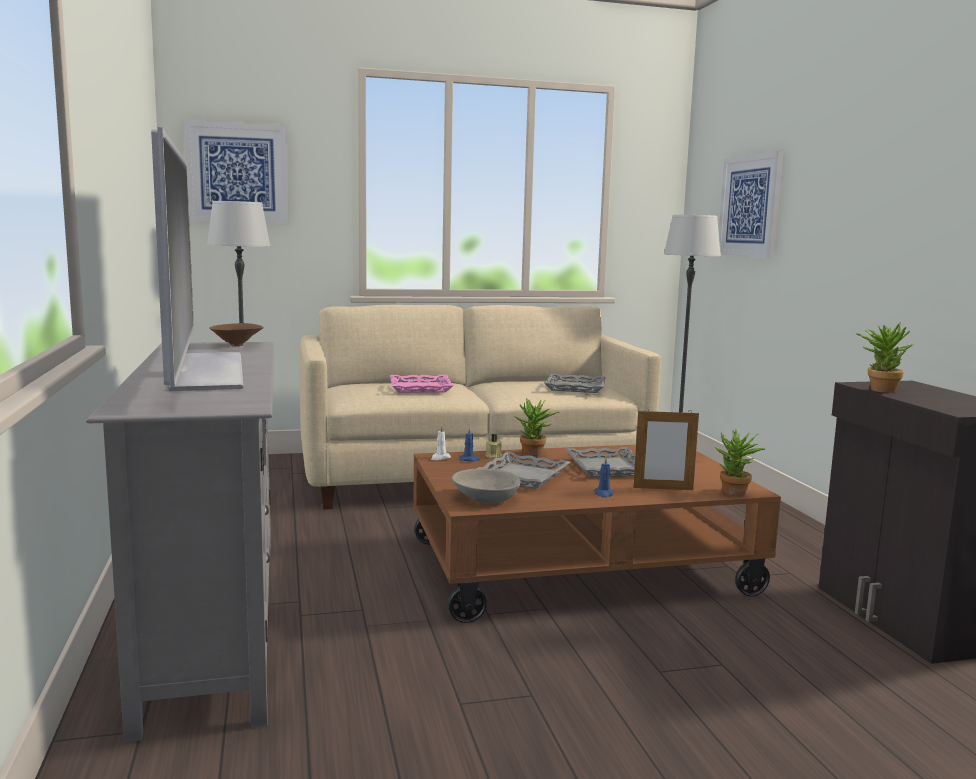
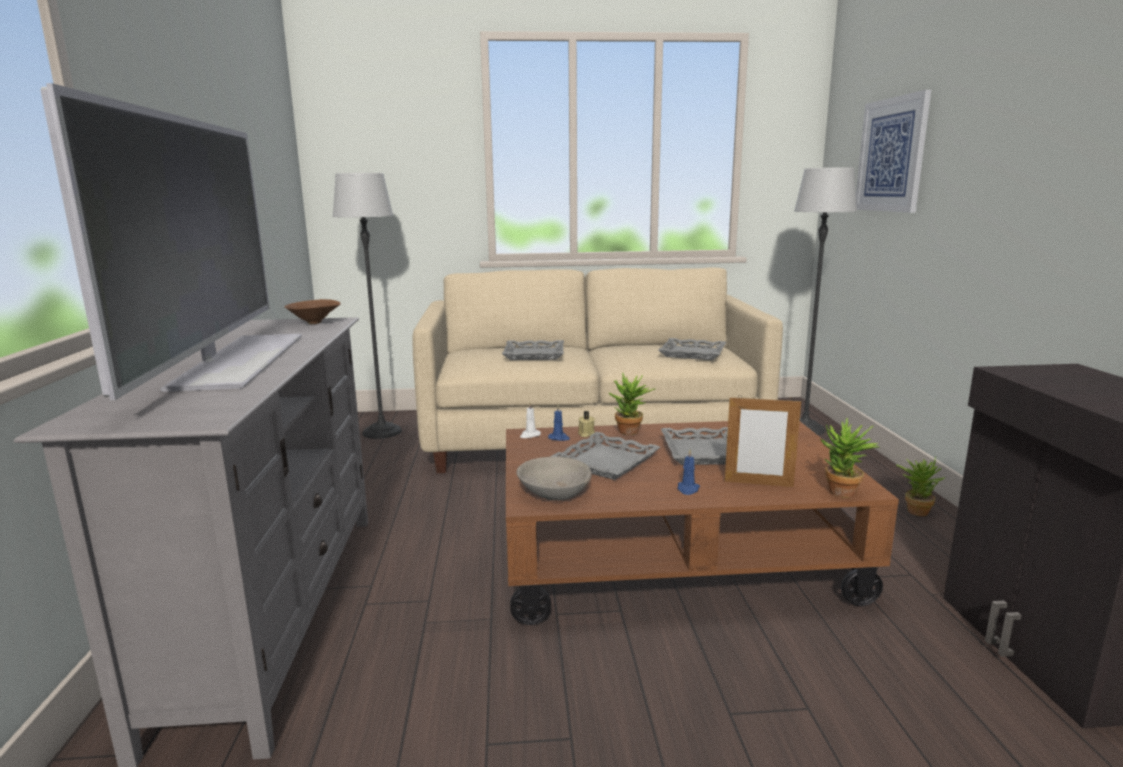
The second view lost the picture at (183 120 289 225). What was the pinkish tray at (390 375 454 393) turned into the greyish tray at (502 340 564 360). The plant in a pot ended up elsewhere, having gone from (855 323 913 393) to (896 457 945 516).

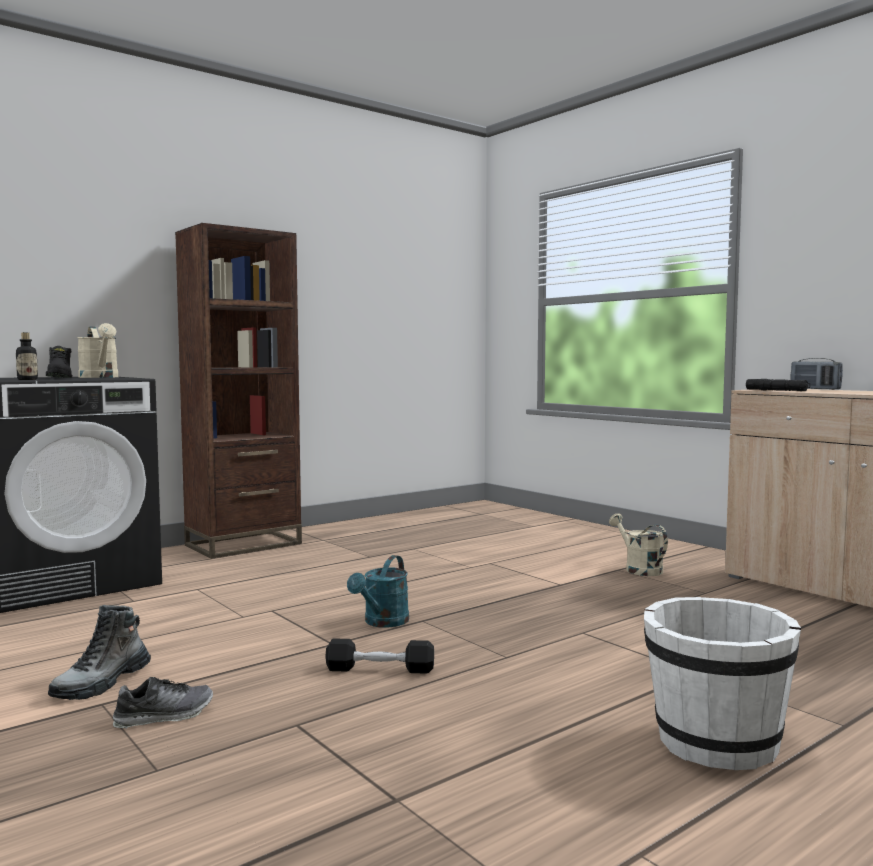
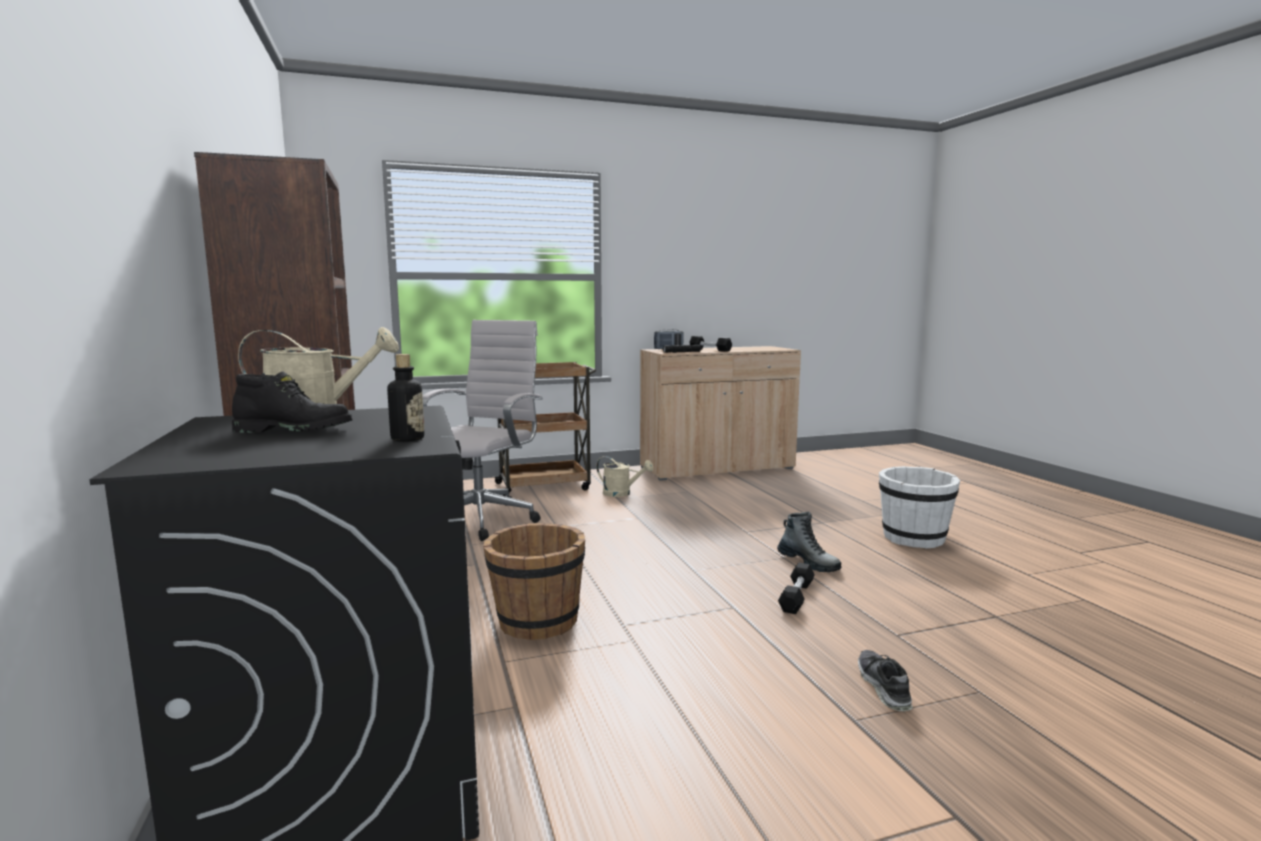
The high-top boot ended up elsewhere, having gone from (48 605 151 700) to (777 512 842 572). The second view lost the turquoise-coloured sprinkling can at (347 555 409 627). The sand-coloured sprinkling can at (609 513 668 576) ended up facing another way, 150 degrees counterclockwise from before. The second view gained the white-coloured desk chair at (423 320 543 541). The second view gained the brownish pail at (483 523 585 640). The second view gained the brownish wheeled cart at (492 362 597 496). The second view gained the black hand weight at (689 336 732 352).

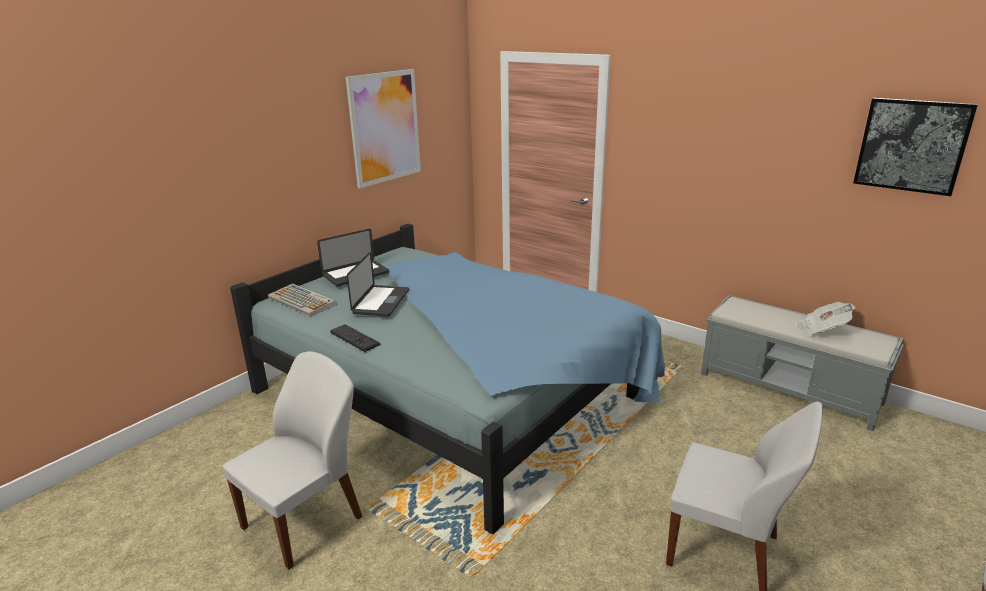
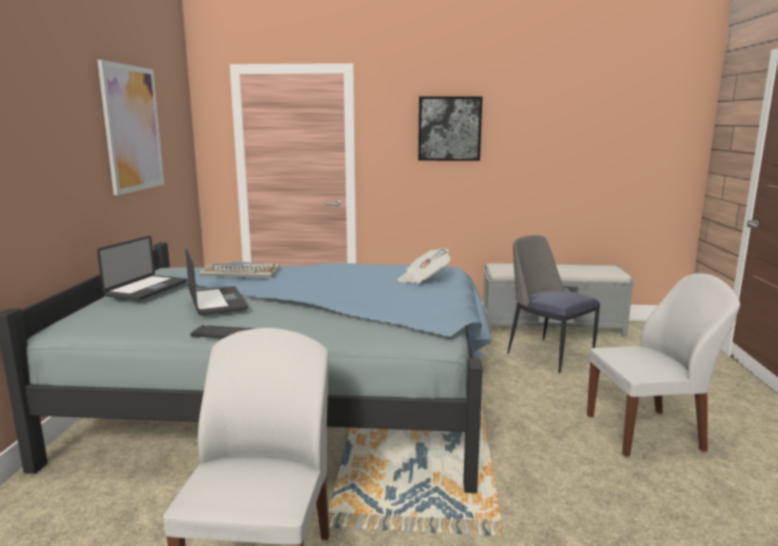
The keyboard ended up elsewhere, having gone from (268 283 337 316) to (199 263 280 277). The printed paper ended up elsewhere, having gone from (794 302 856 335) to (398 248 451 284). The picture ended up elsewhere, having gone from (853 98 978 196) to (418 96 483 161). The second view gained the upright chair at (507 235 600 373).

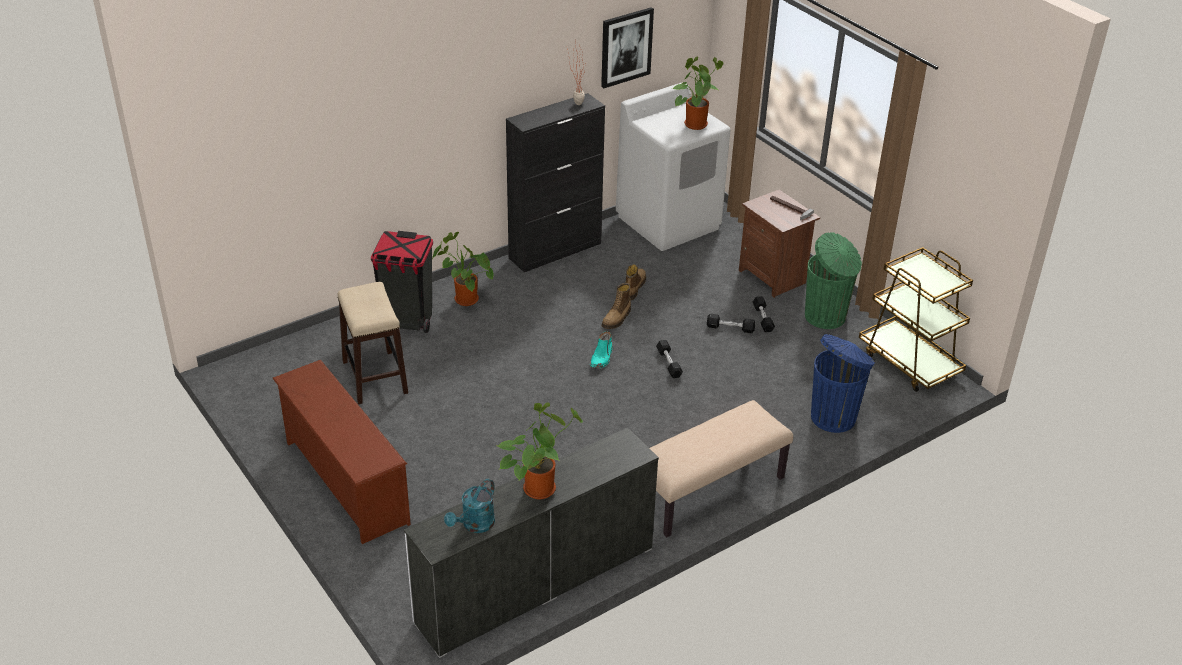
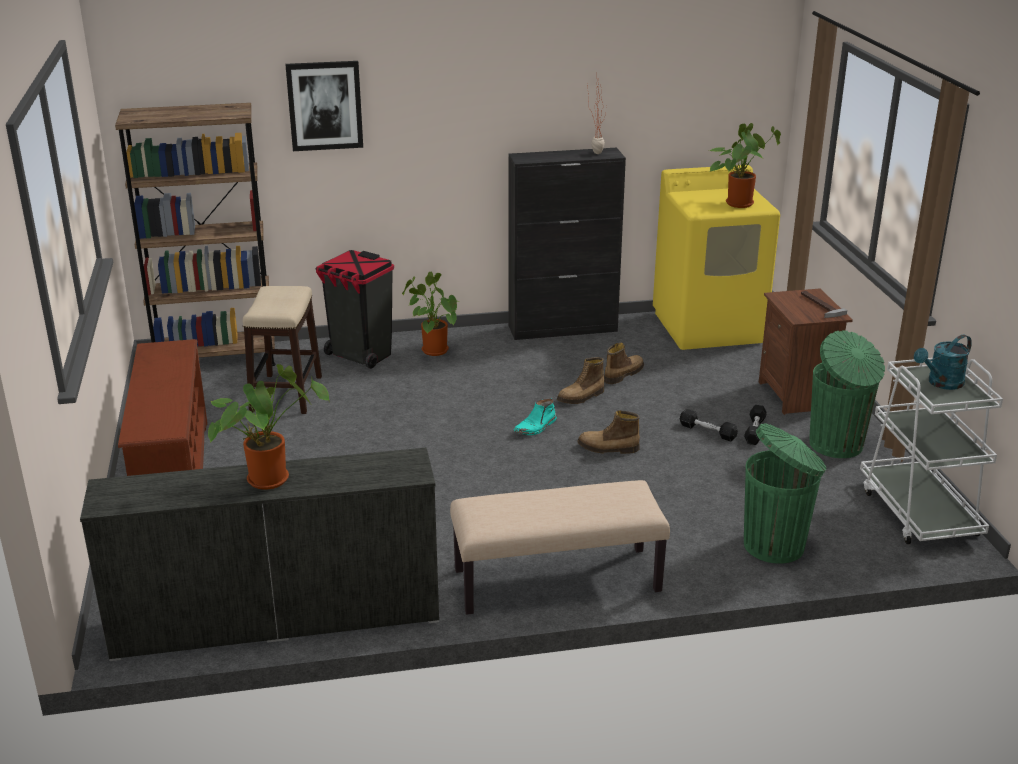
The turquoise-coloured sprinkling can ended up elsewhere, having gone from (444 479 495 533) to (914 335 972 390). The picture ended up elsewhere, having gone from (601 7 654 88) to (285 61 363 151). What was the white-coloured laundry machine at (616 82 731 251) turned into the yellow laundry machine at (653 165 780 350). Where the black hand weight stood at (656 340 683 378), the high-top boot came to stand at (577 410 640 454). What was the blue waste bin at (811 334 875 433) turned into the green-coloured waste bin at (744 423 826 564). What was the brownish wheeled cart at (859 247 973 392) turned into the white-coloured wheeled cart at (860 358 1003 544). The second view gained the brownish bookshelf at (115 103 276 366).

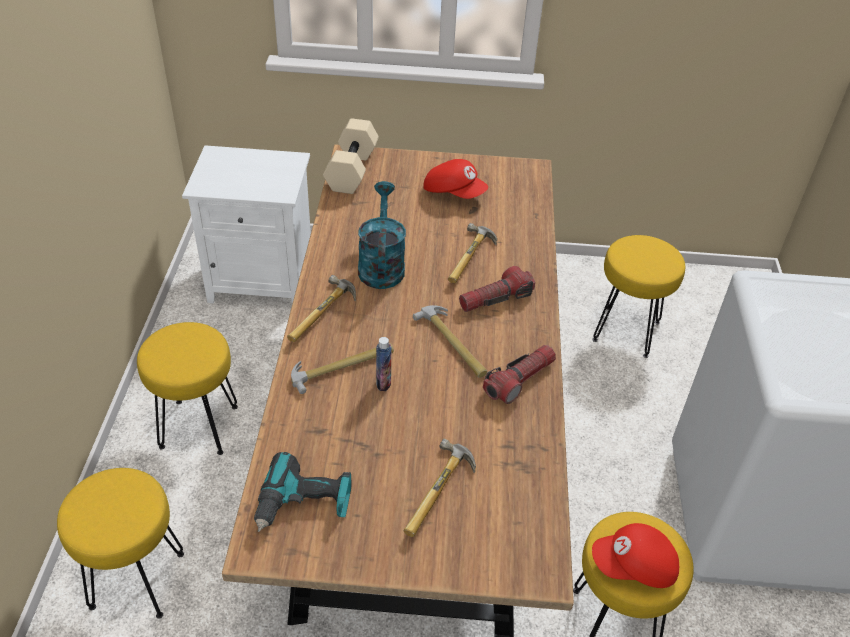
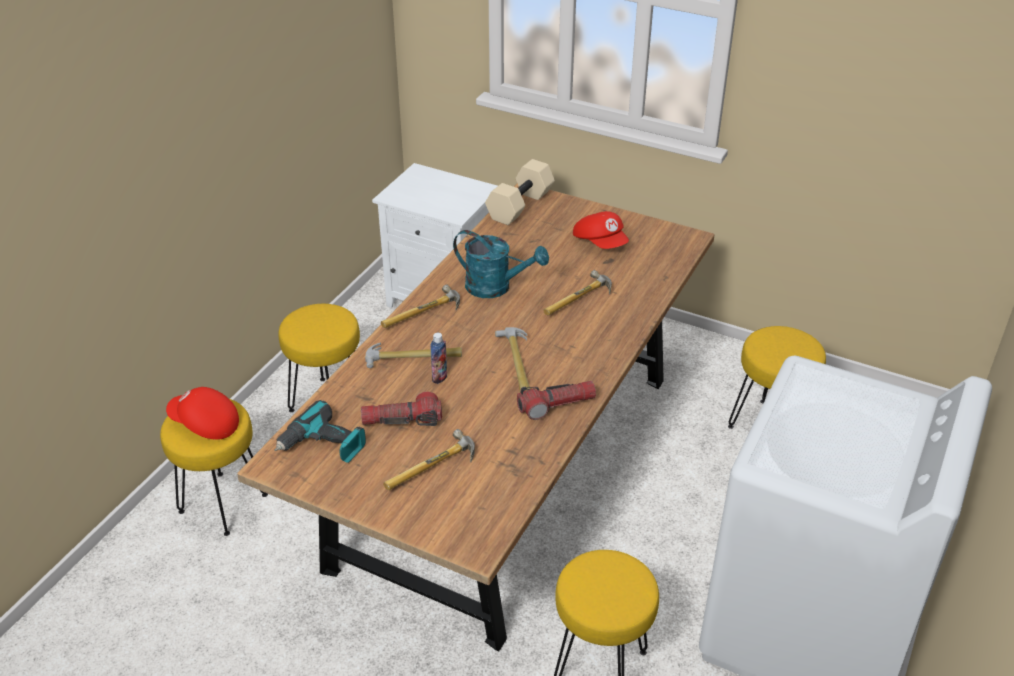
The turquoise-coloured sprinkling can at (358 181 406 289) ended up facing another way, 90 degrees clockwise from before. The torch ended up elsewhere, having gone from (459 266 535 312) to (361 392 442 426). The red baseball cap ended up elsewhere, having gone from (592 523 679 588) to (166 387 239 440).

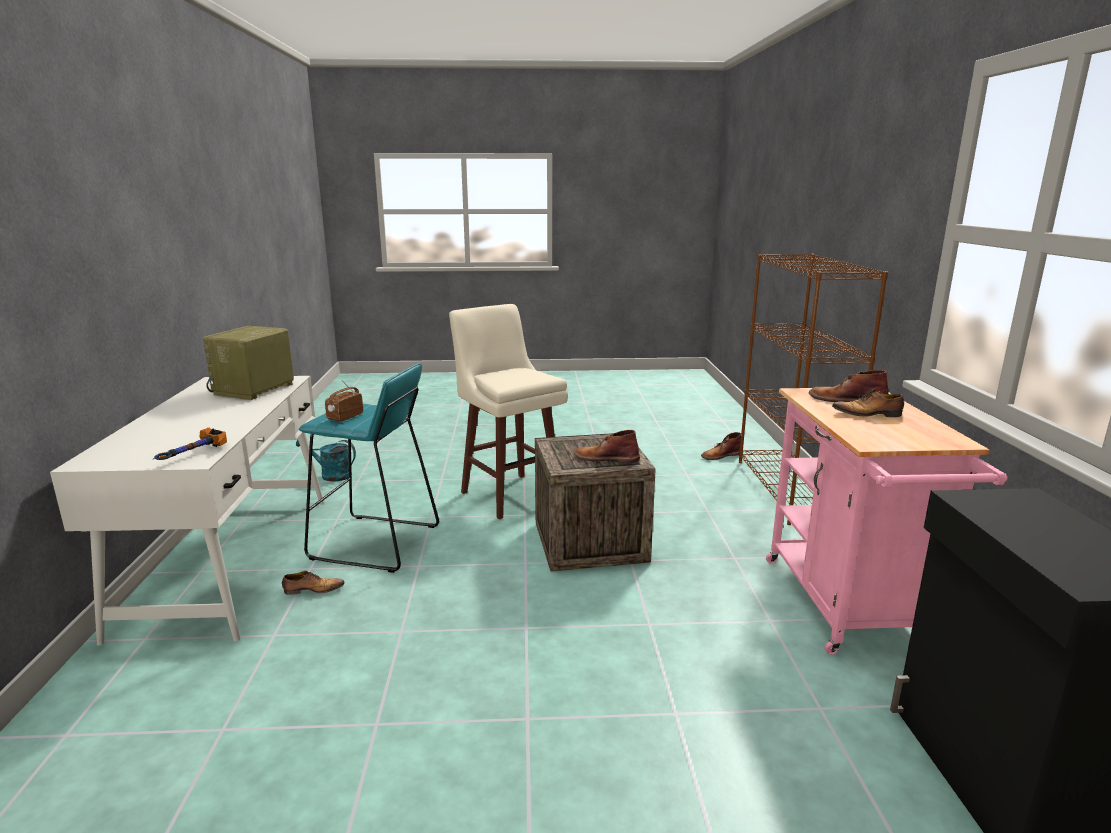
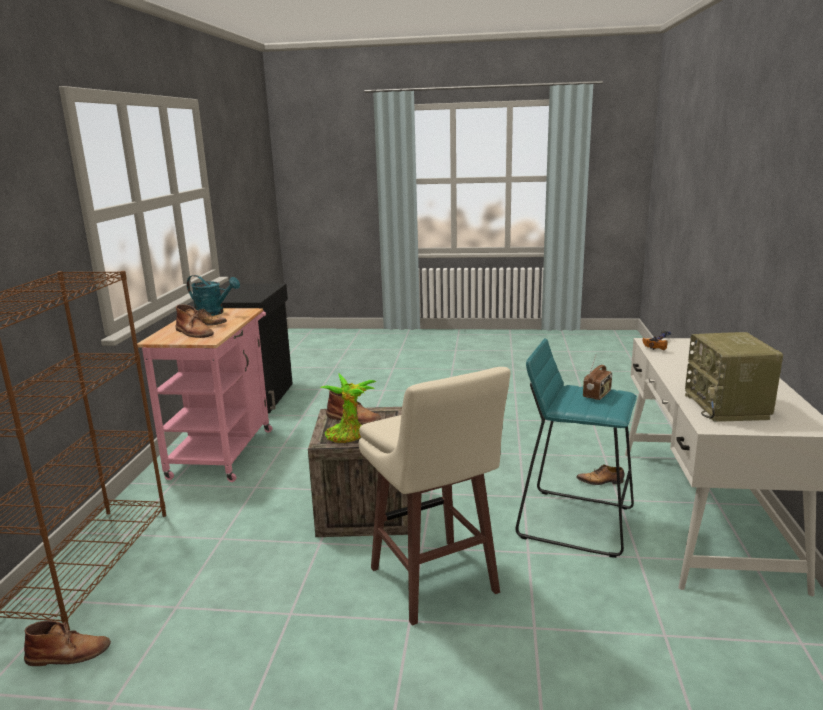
The radio at (203 326 294 400) ended up facing another way, 150 degrees clockwise from before. The turquoise-coloured sprinkling can ended up elsewhere, having gone from (296 439 356 482) to (187 275 240 316). The second view gained the plant in a pot at (320 373 377 443).

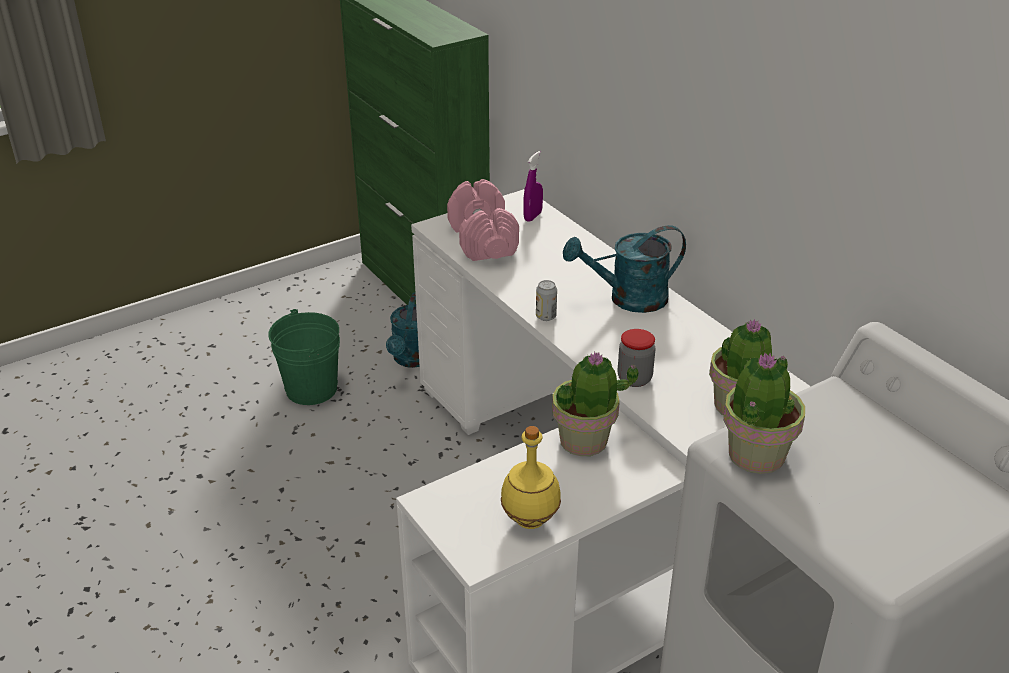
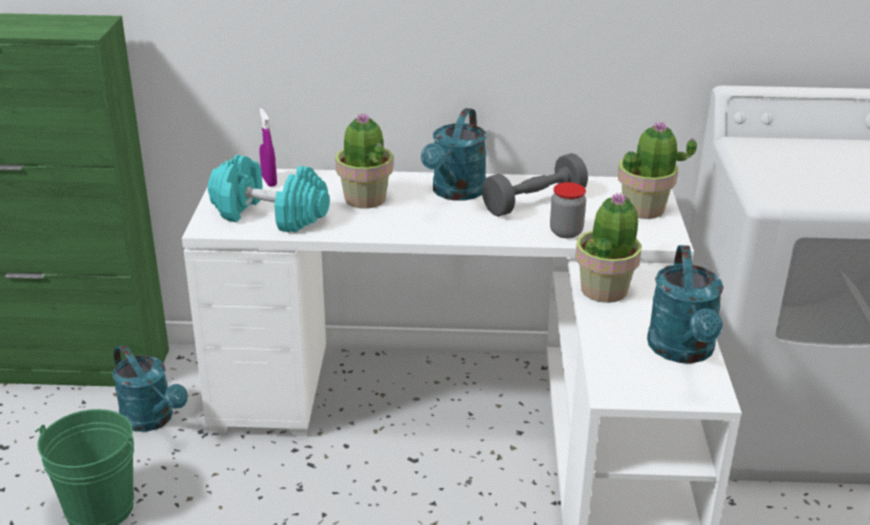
What was the pinkish hand weight at (447 179 519 261) turned into the turquoise-coloured hand weight at (208 155 330 233). Where the yellow beverage bottle stood at (501 426 561 529), the turquoise-coloured sprinkling can came to stand at (647 245 724 364). The second view lost the sealed can at (536 280 557 321). The plant in a pot ended up elsewhere, having gone from (723 352 805 474) to (335 113 393 209). The second view gained the greyish hand weight at (482 153 588 217).

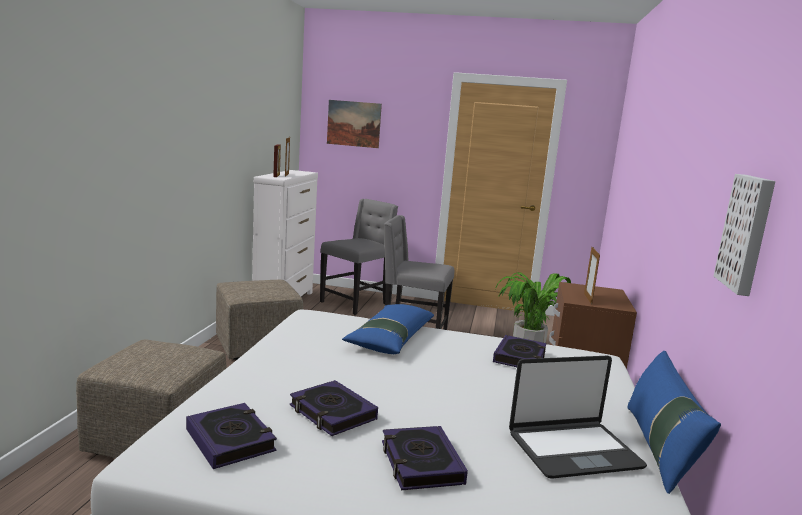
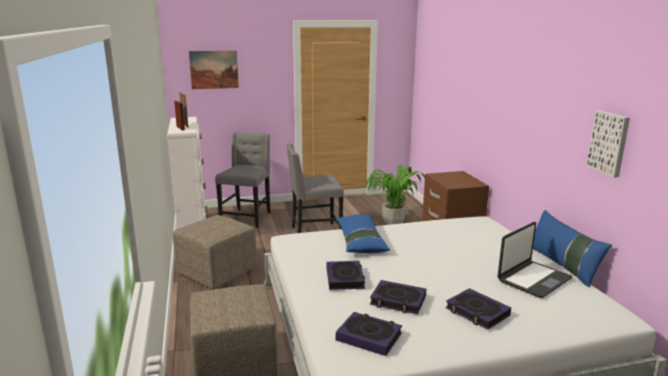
The bound book ended up elsewhere, having gone from (493 335 547 367) to (327 261 365 290). The second view lost the photo frame at (584 246 600 305).

